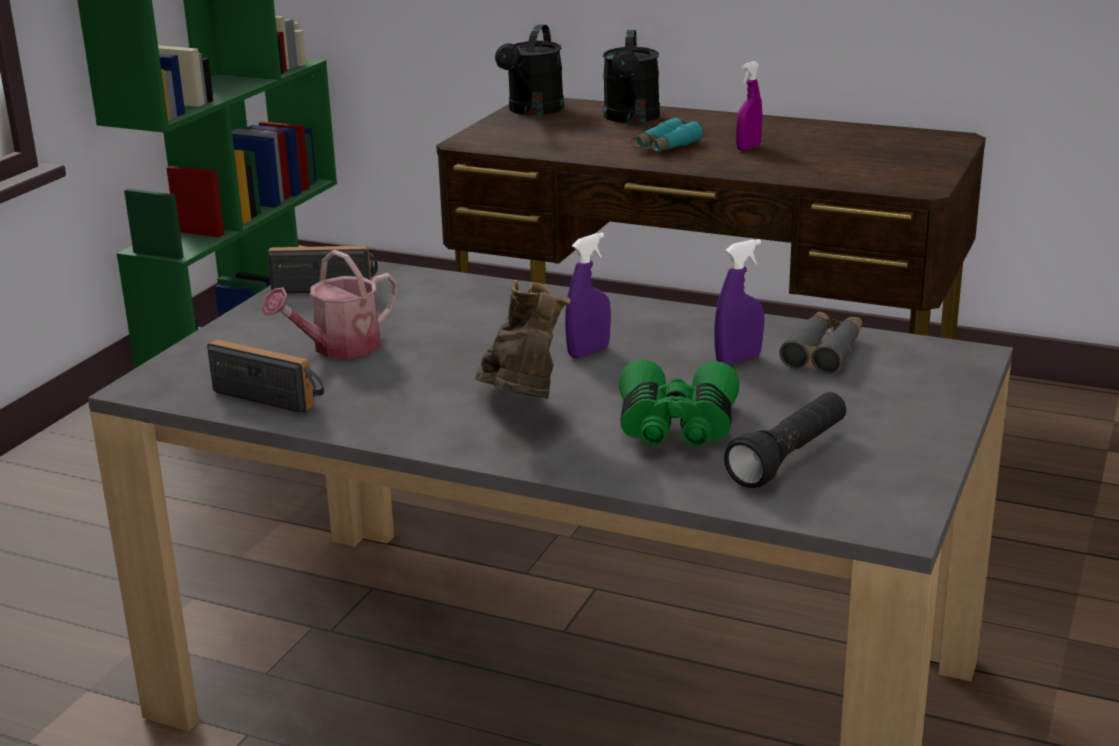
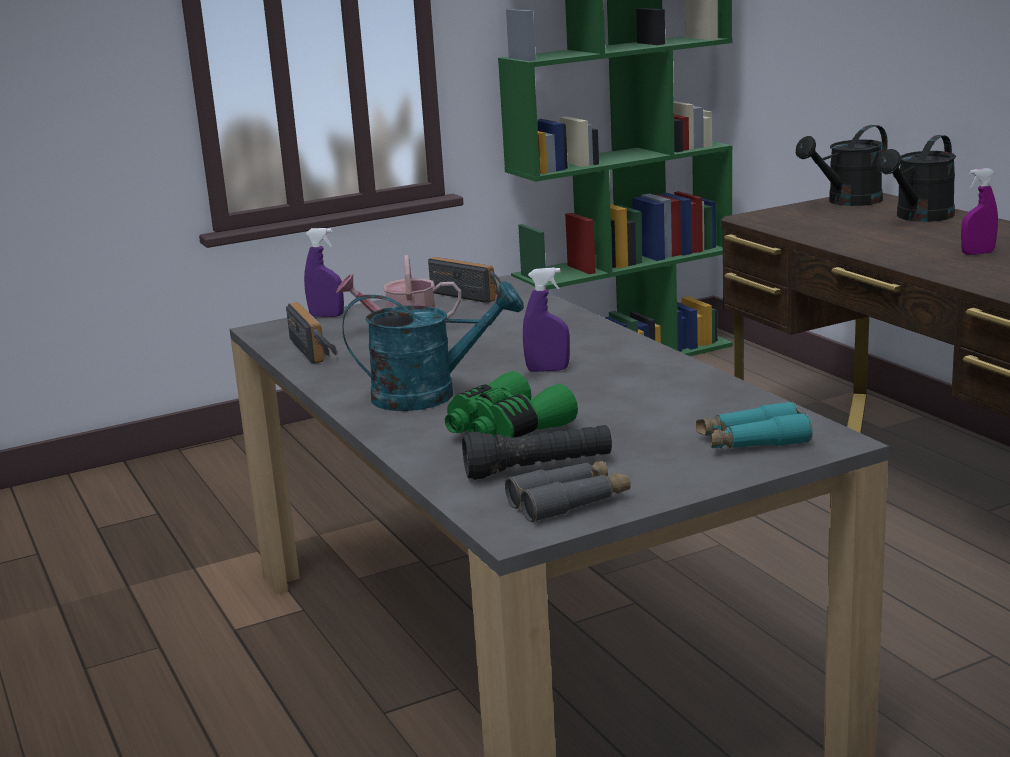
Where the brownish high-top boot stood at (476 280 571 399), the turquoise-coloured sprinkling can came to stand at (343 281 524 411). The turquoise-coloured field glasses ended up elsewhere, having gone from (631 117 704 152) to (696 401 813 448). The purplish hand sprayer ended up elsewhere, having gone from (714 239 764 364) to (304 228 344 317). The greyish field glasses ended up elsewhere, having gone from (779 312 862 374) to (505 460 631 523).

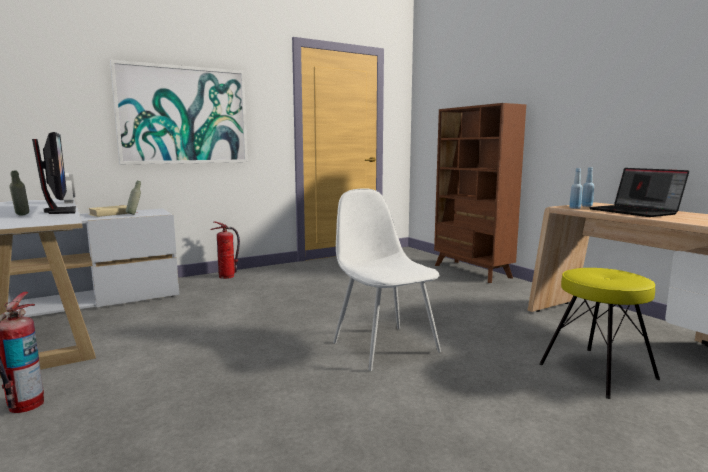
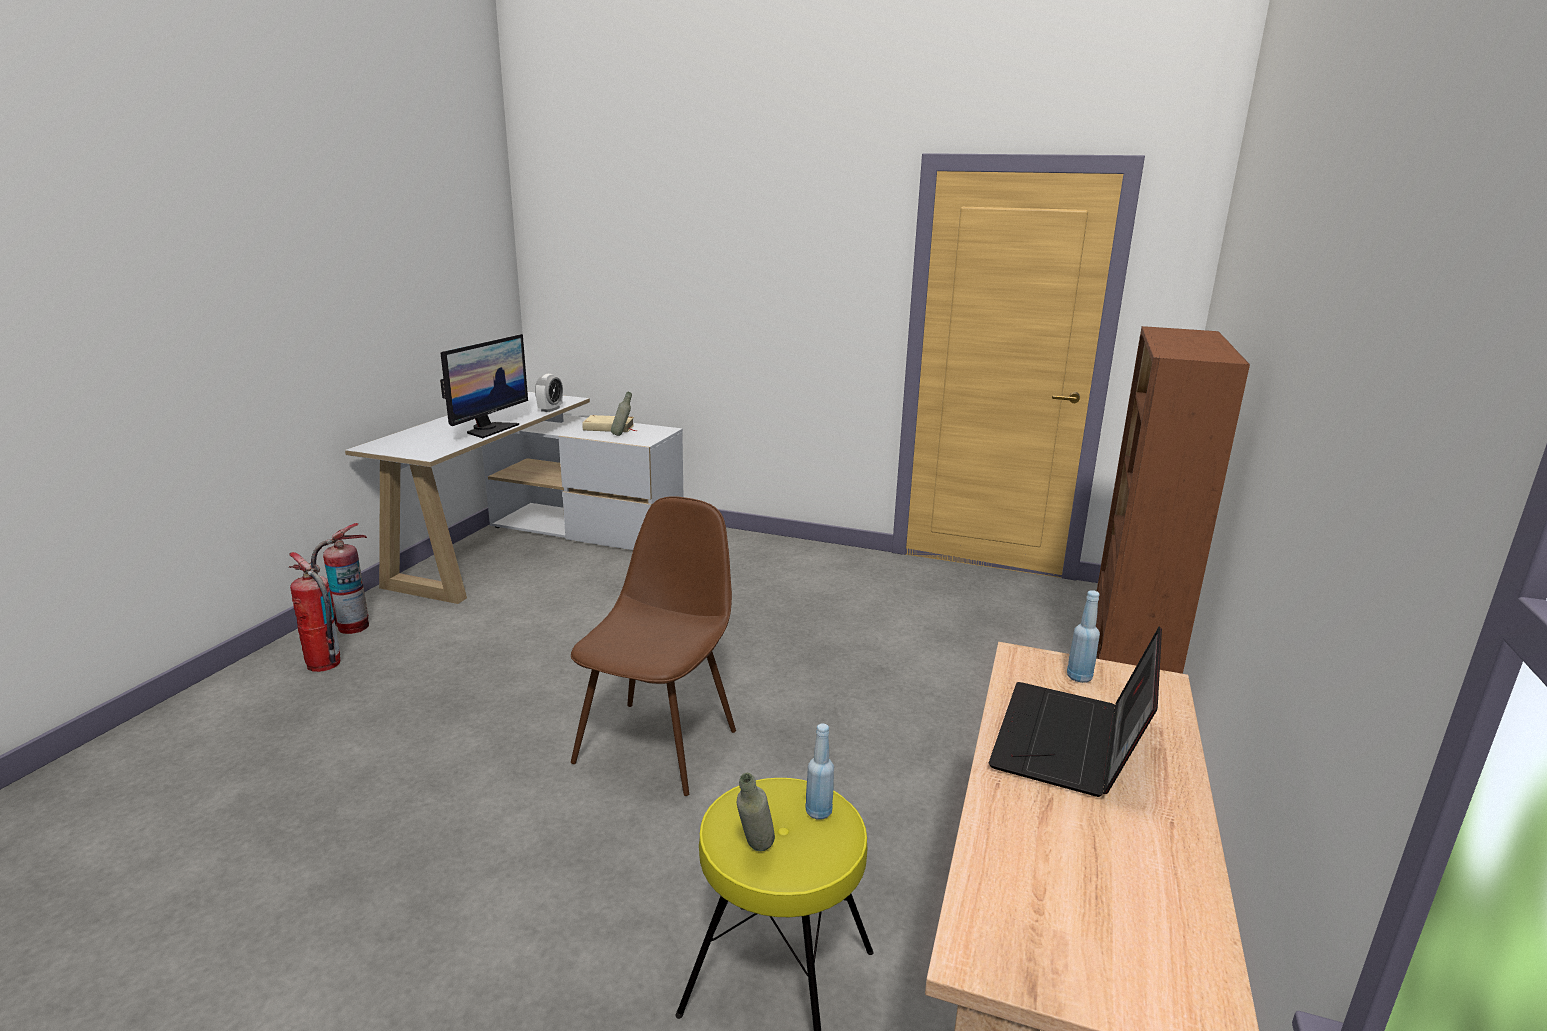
The greyish beverage bottle ended up elsewhere, having gone from (9 170 29 215) to (737 773 775 851). The second view lost the picture at (110 60 248 164). The fire-fighting cylinder ended up elsewhere, having gone from (211 221 240 279) to (289 552 340 672). What was the white-coloured upright chair at (333 188 441 371) turned into the brownish upright chair at (571 496 736 796). The blue beverage bottle ended up elsewhere, having gone from (569 168 583 209) to (805 723 834 820).

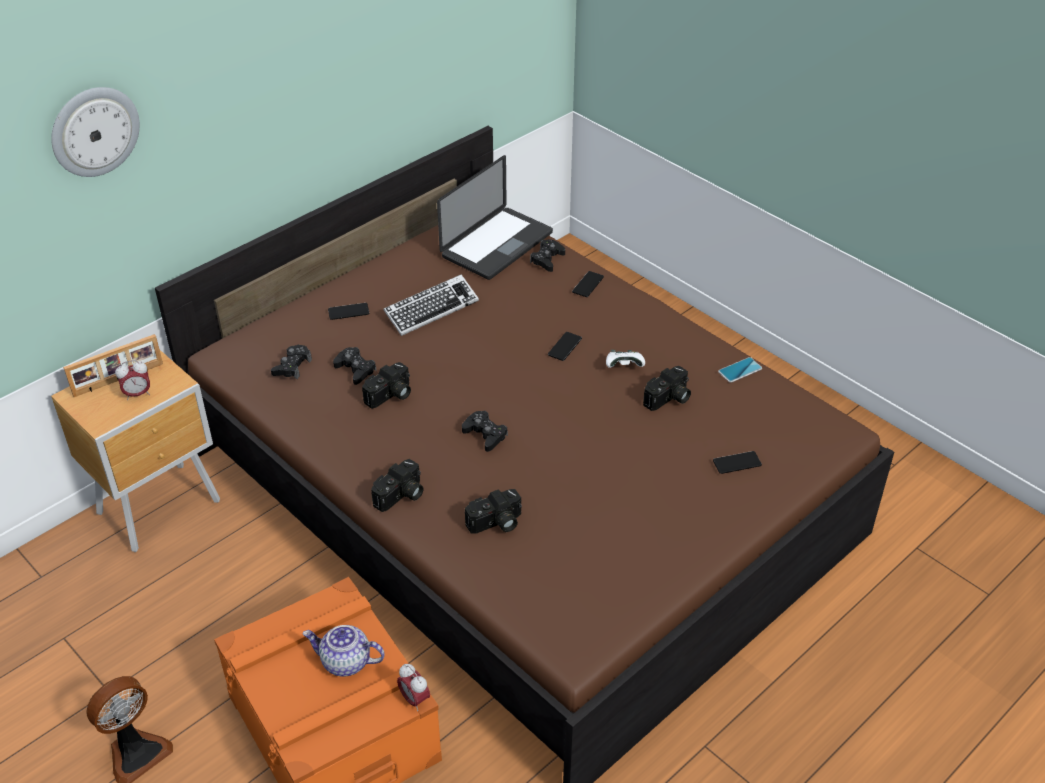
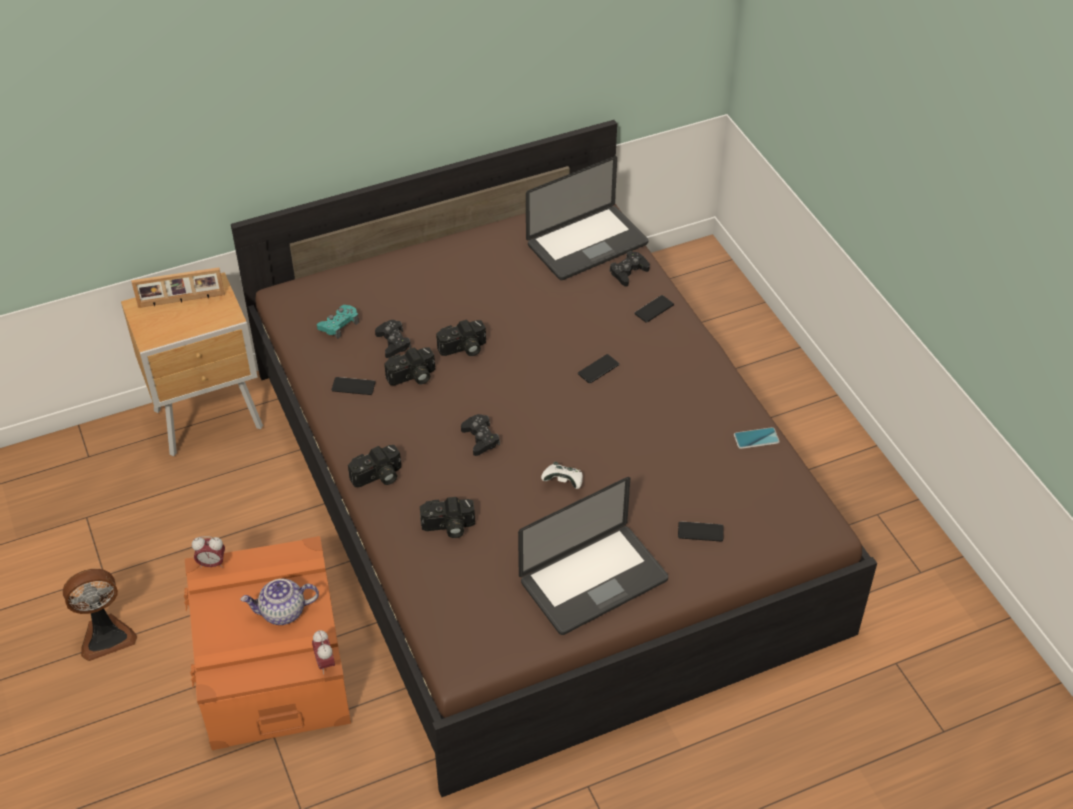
The second view lost the hanging clock at (51 87 140 177). The table clock ended up elsewhere, having gone from (115 360 150 400) to (192 536 225 568). What was the black gamepad at (271 345 312 379) turned into the turquoise-coloured gamepad at (317 305 359 339). The teapot at (302 625 385 677) ended up facing another way, 45 degrees counterclockwise from before. The telephone ended up elsewhere, having gone from (328 303 369 320) to (331 377 375 395). The second view lost the keyboard at (383 274 479 336). The white-coloured gamepad ended up elsewhere, having gone from (606 350 645 368) to (541 462 583 489). The still camera ended up elsewhere, having gone from (643 366 691 411) to (436 320 486 356). The second view gained the portable computer at (518 477 668 635).

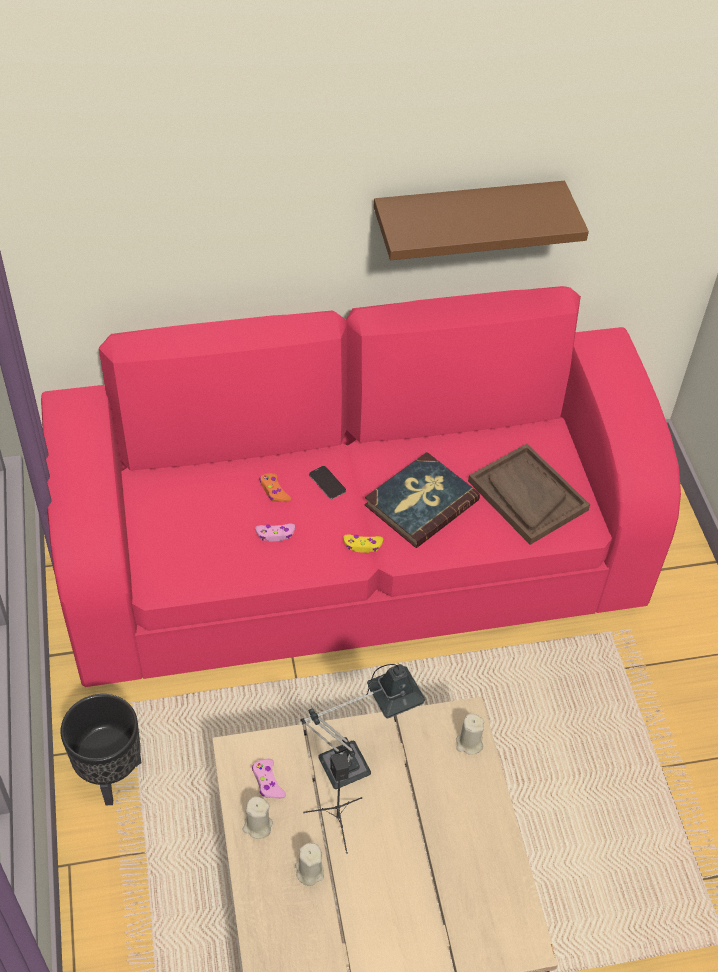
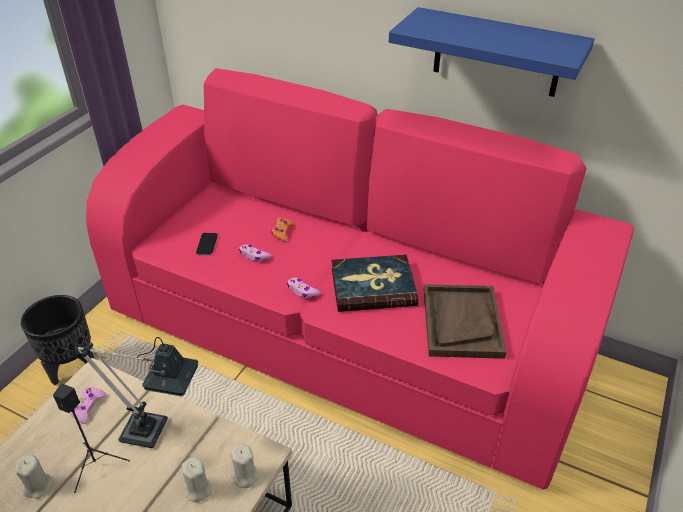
The sand-coloured candle ended up elsewhere, having gone from (243 796 273 839) to (182 457 211 503). The telephone ended up elsewhere, having gone from (309 466 346 499) to (196 233 218 255). What was the yellow gamepad at (343 534 383 553) turned into the pinkish gamepad at (287 278 321 298). What was the brownish shelf at (374 181 589 260) turned into the blue shelf at (389 7 594 97).

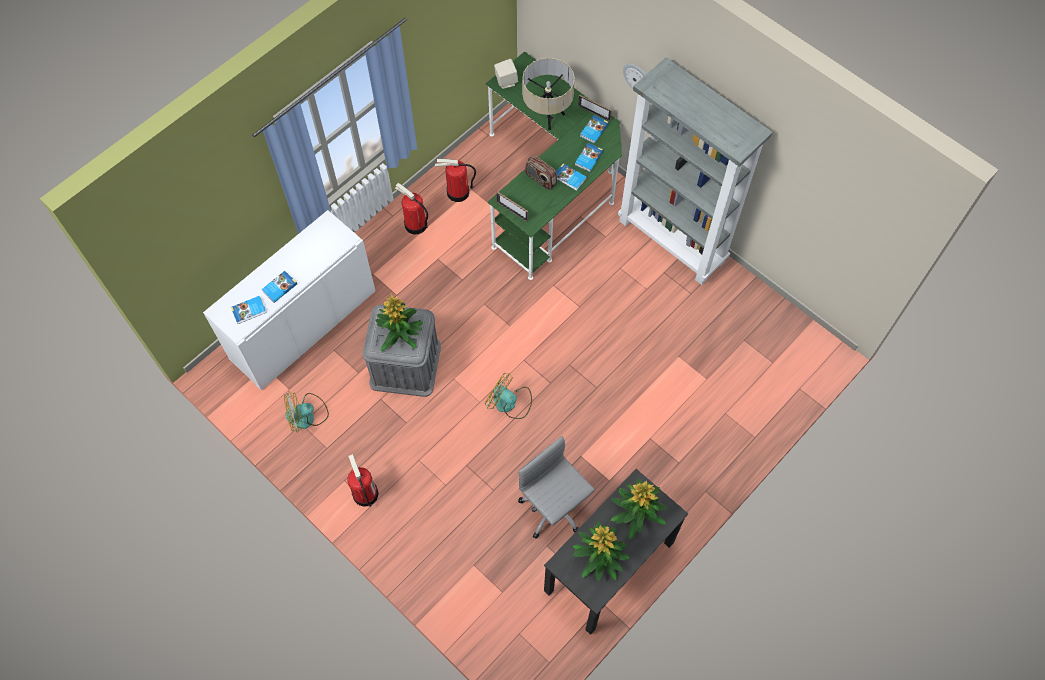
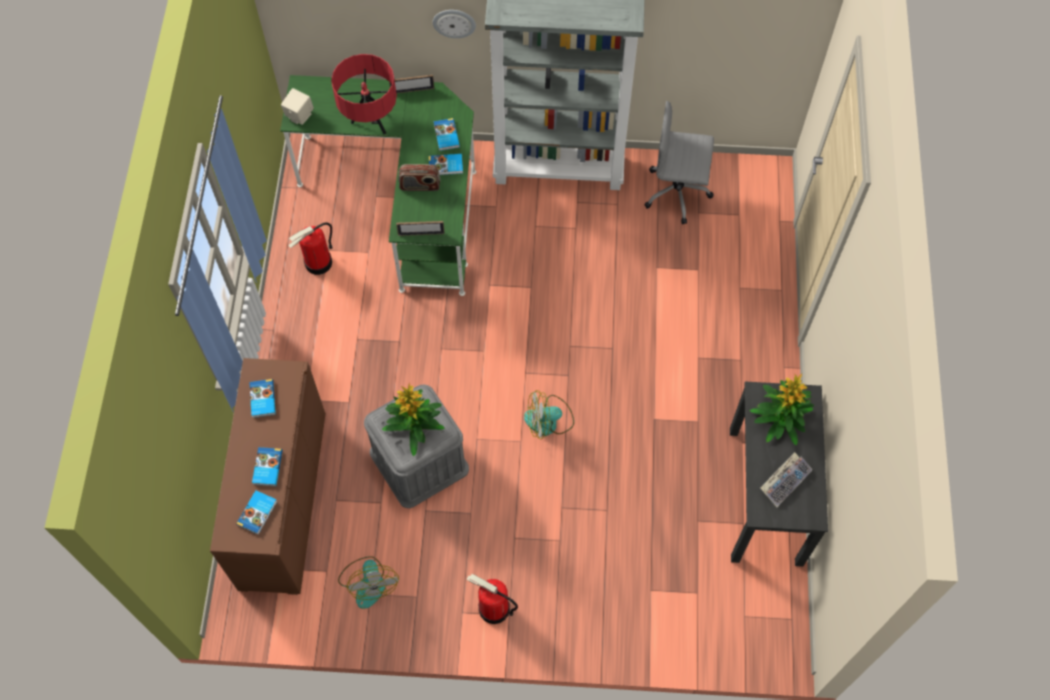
What was the white-coloured storage cabinet at (203 210 375 390) turned into the brownish storage cabinet at (210 358 326 595). The fan at (284 391 329 433) ended up facing another way, 45 degrees counterclockwise from before. The second view lost the fire-fighting cylinder at (395 183 428 234). The greyish desk chair ended up elsewhere, having gone from (518 436 595 539) to (644 101 714 225). What was the sand-coloured tabletop lamp at (522 58 575 130) turned into the red tabletop lamp at (331 54 397 134). Where the plant in a pot stood at (573 521 630 581), the keyboard came to stand at (760 452 813 507). The bound book ended up elsewhere, having gone from (580 115 609 144) to (249 379 276 418).

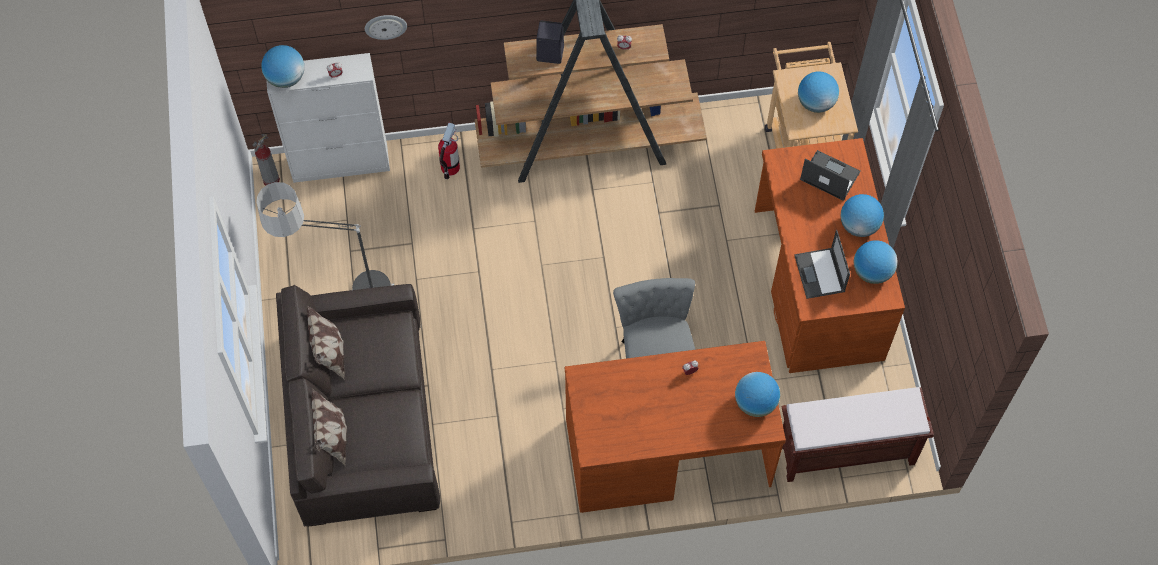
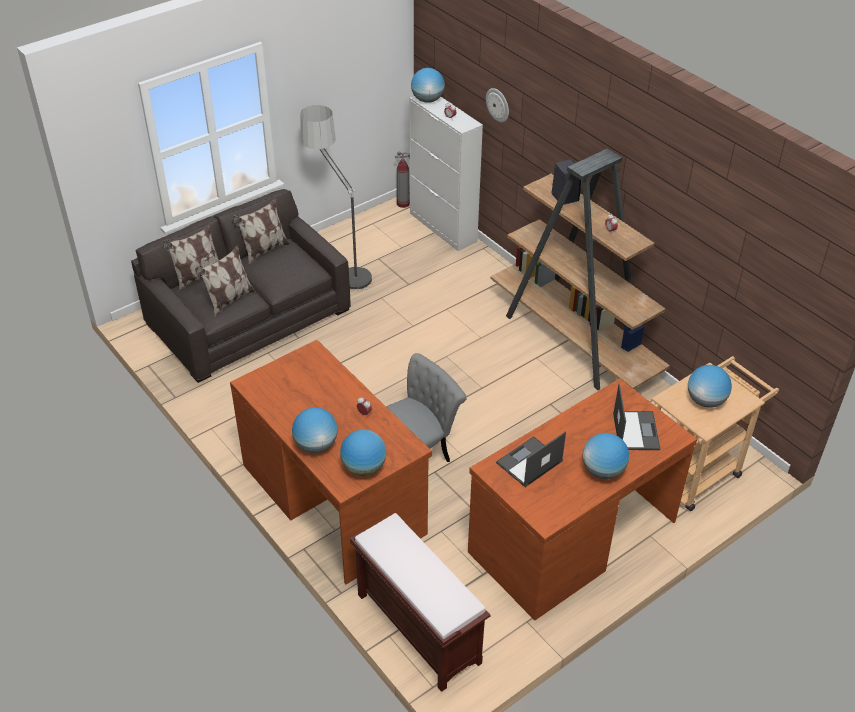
The second view lost the fire-fighting cylinder at (438 123 460 179). The globe ended up elsewhere, having gone from (854 240 898 284) to (292 407 338 453). The second view gained the throw pillow at (195 245 255 316).

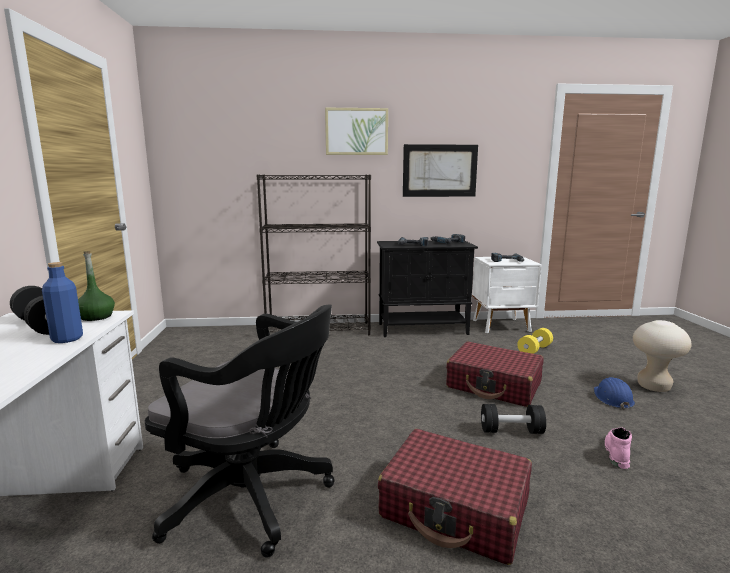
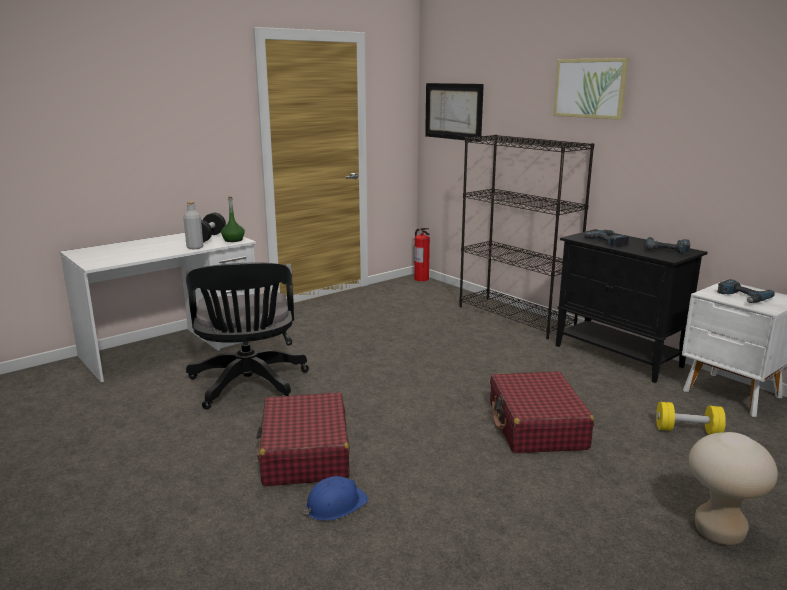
What was the blue beverage bottle at (42 262 83 343) turned into the greyish beverage bottle at (183 201 203 249). The picture ended up elsewhere, having gone from (403 144 478 197) to (425 83 484 142). The second view lost the black hand weight at (481 404 546 434). The blue hard hat ended up elsewhere, having gone from (594 377 635 410) to (304 476 369 521). The second view lost the pinkish high-top boot at (605 427 632 469). The second view gained the fire-fighting cylinder at (414 228 430 281).

